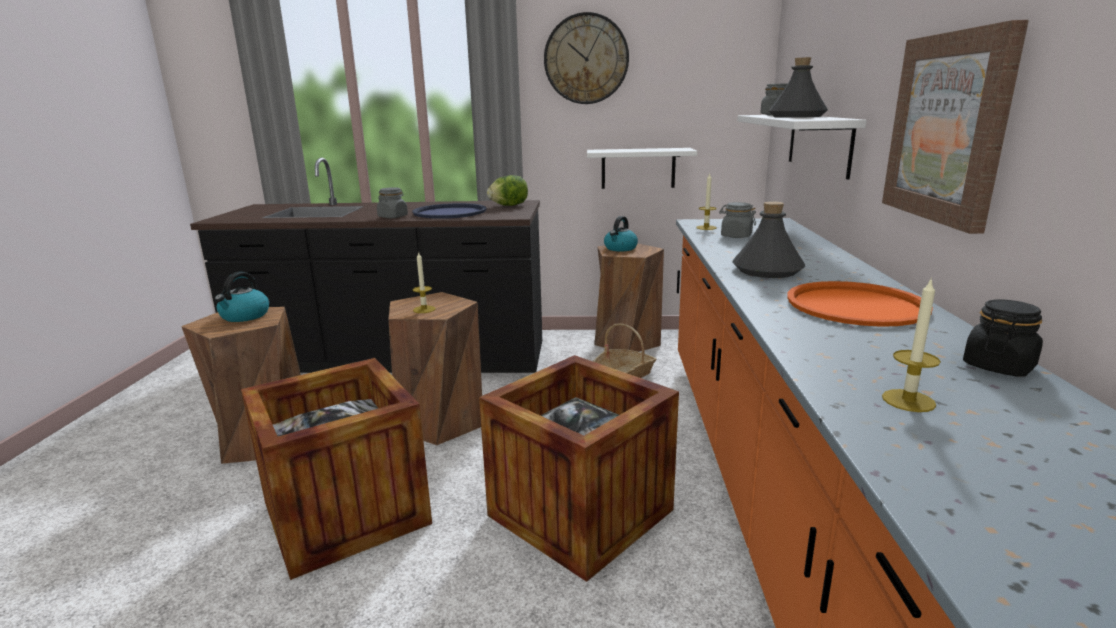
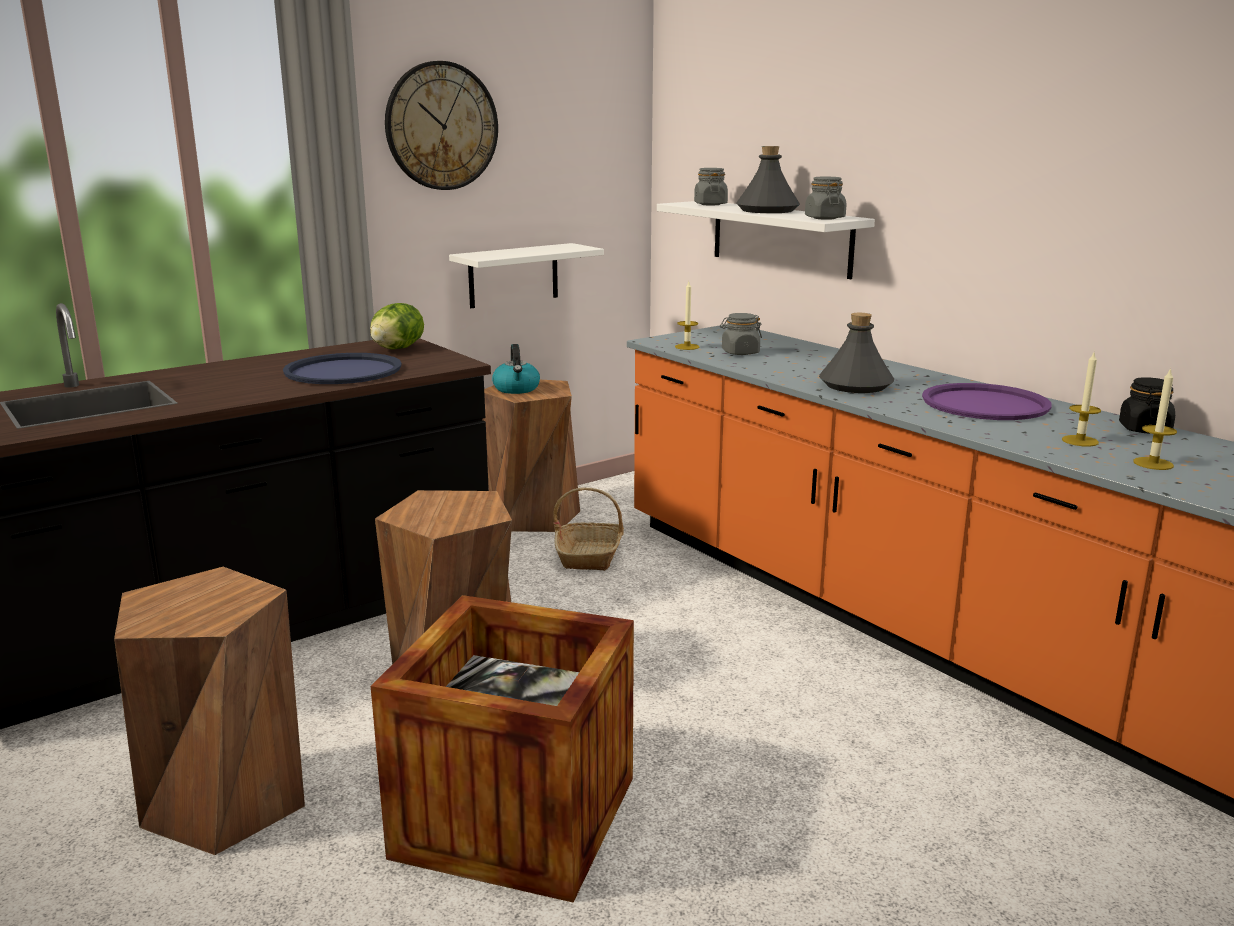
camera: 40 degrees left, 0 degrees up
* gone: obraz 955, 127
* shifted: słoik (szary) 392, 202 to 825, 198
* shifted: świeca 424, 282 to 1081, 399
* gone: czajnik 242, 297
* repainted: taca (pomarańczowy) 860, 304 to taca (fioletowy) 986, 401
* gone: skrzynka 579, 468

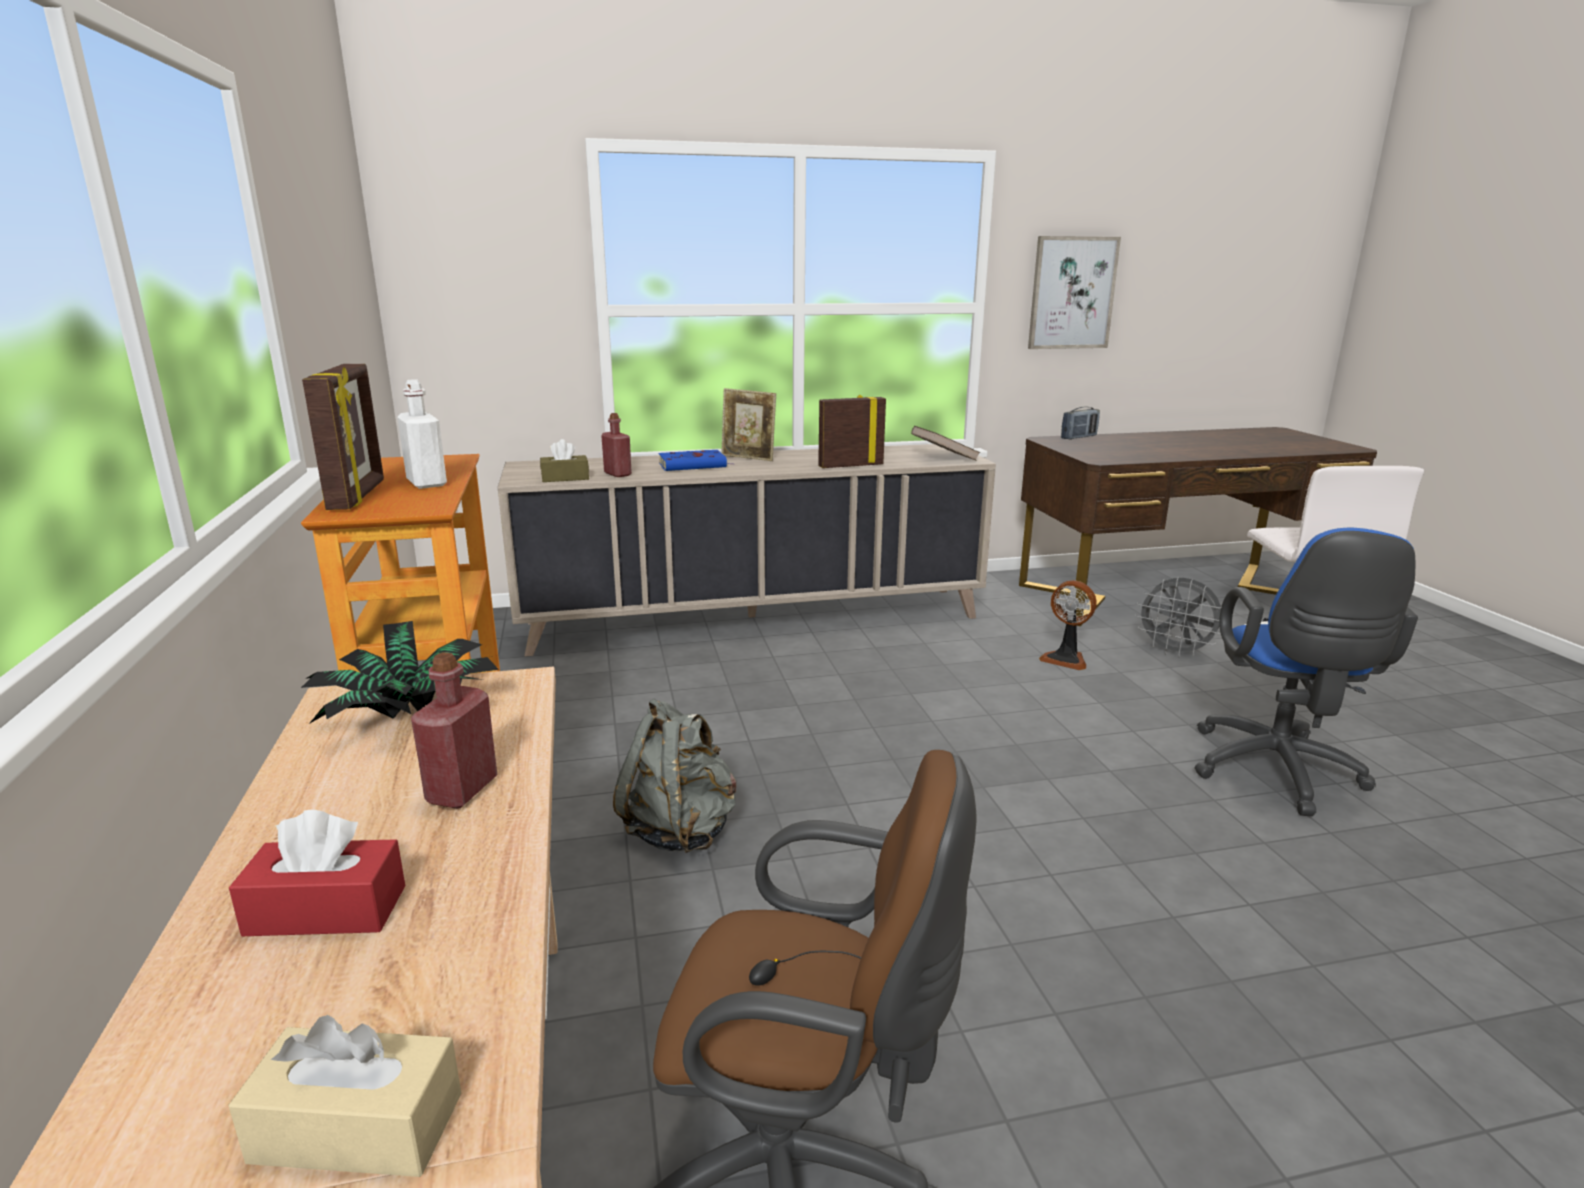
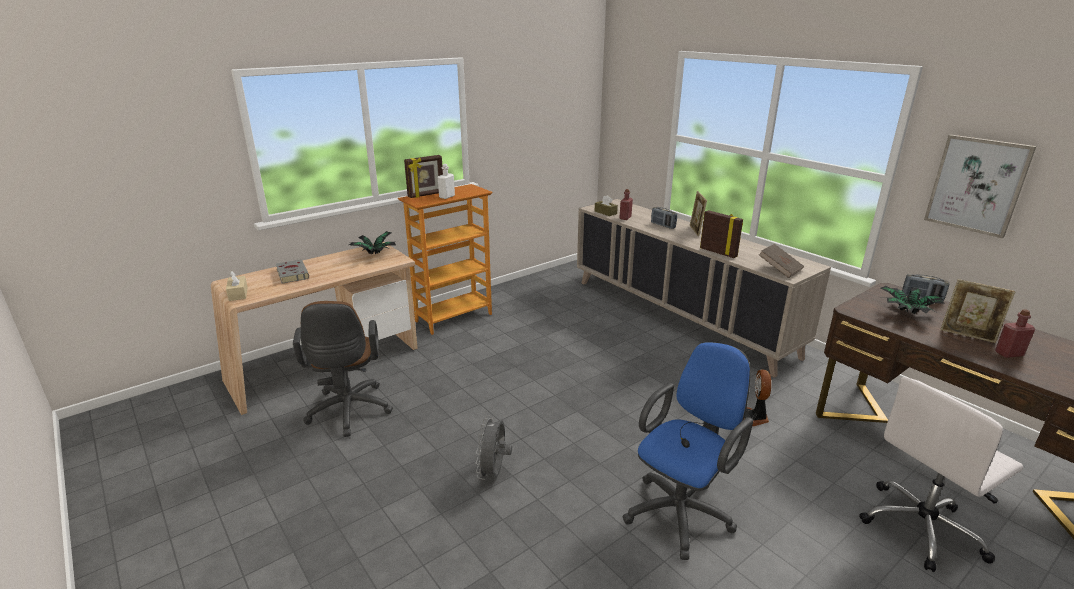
camera: 65 degrees right, 5 degrees up
* swapped: książka (niebieski) 696, 460 to radio 664, 218
* rotated: krzesło biurowe (niebieski) 1306, 672 = 688, 451 150 degrees clockwise
* shifted: wentylator (szary) 1178, 617 to 494, 447
* shifted: butelka (czerwony) 454, 730 to 1015, 333
* gone: plecak (szary) 674, 775
* swapped: pudełko chusteczek (czerwony) 317, 873 to książka (szary) 292, 271
* new: ramka na zdjęcie 978, 311
* new: roślina doniczkowa 912, 300

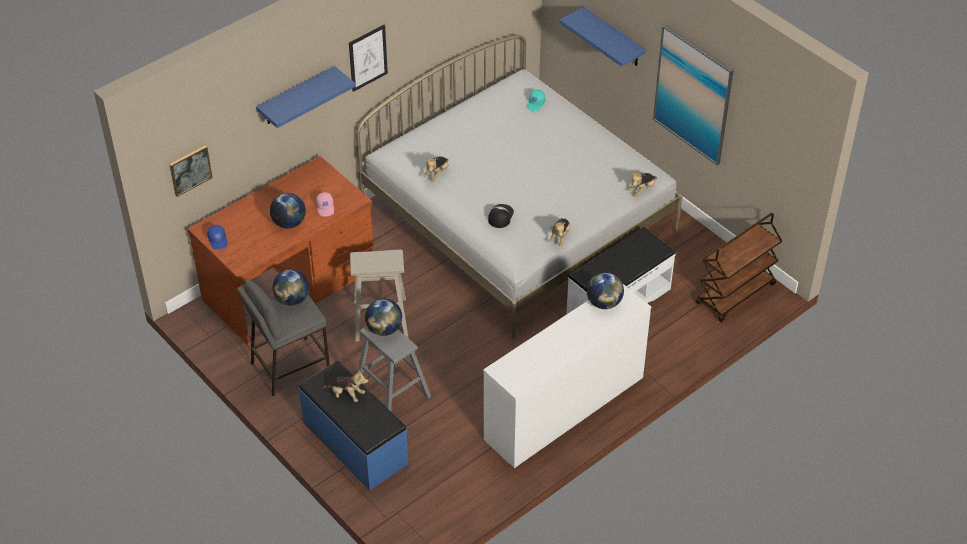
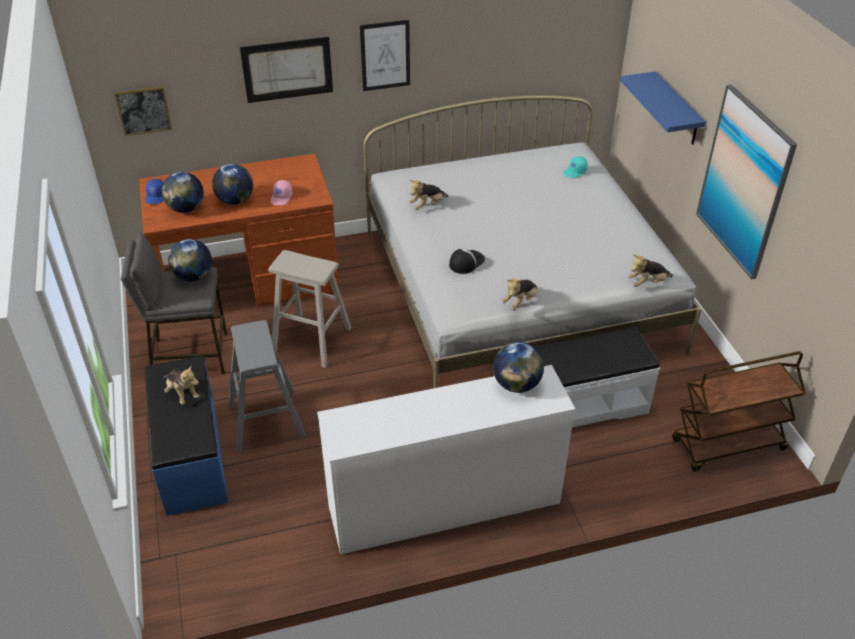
camera: 25 degrees right, 5 degrees down
* swapped: półka (niebieski) 306, 97 to obraz 286, 70
* shifted: globus 383, 317 to 183, 192

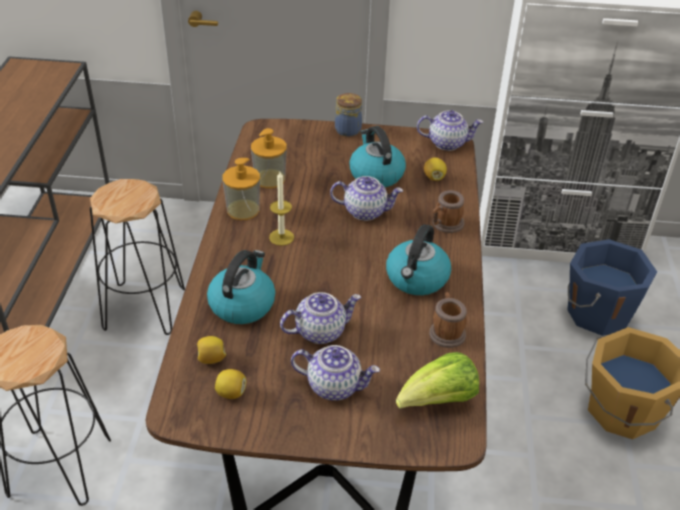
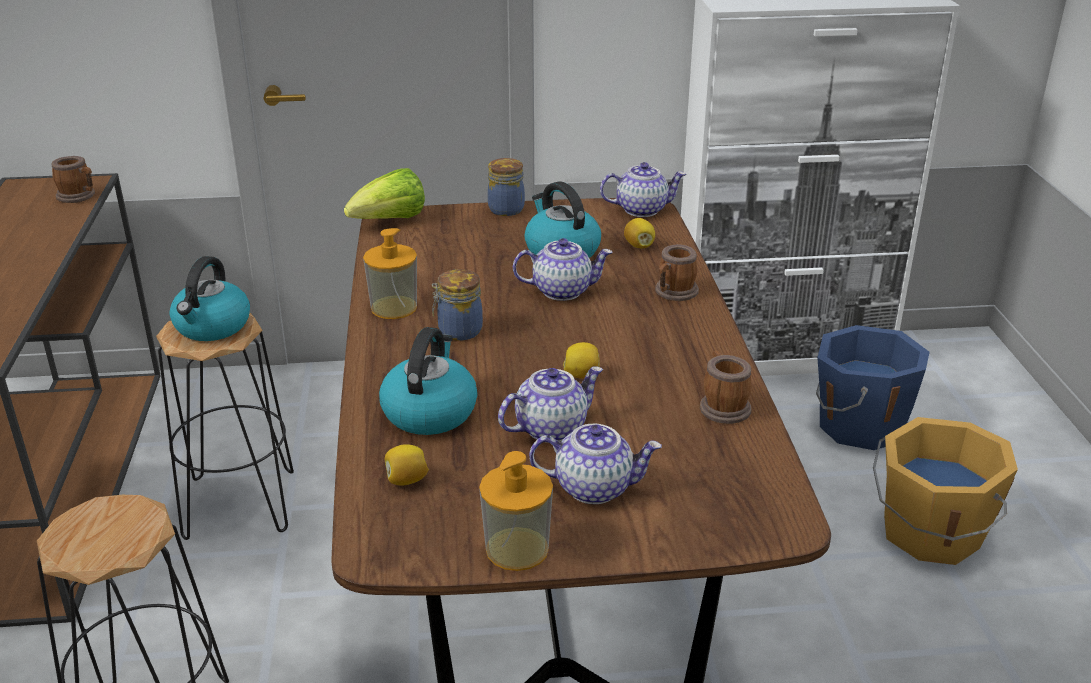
camera: 10 degrees left, 10 degrees down
* shifted: dozownik mydła 269, 158 to 516, 511
* swapped: świeca 281, 209 to słoik 457, 305
* shifted: czajnik 418, 259 to 209, 298
* shifted: sałata 437, 380 to 384, 193
* shifted: cytryna 230, 384 to 581, 360
* new: kubek 73, 179

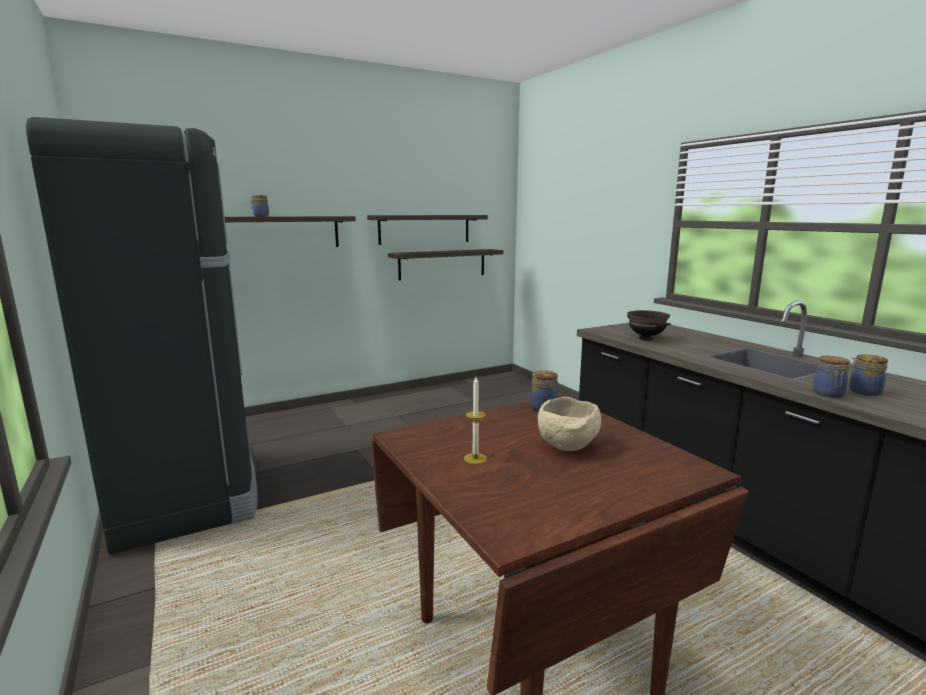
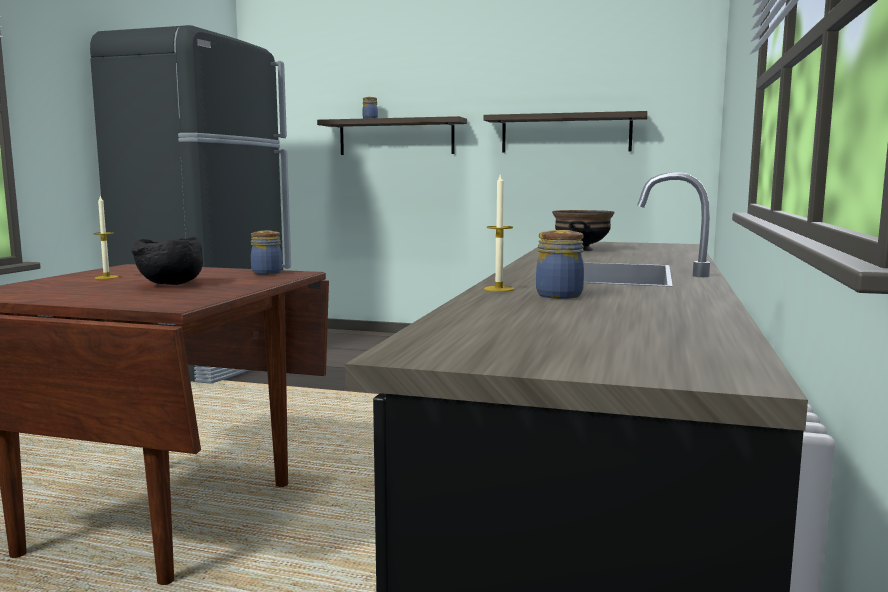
camera: 45 degrees right, 5 degrees down
* gone: półka 445, 265
* swapped: słoik 831, 377 to świeca 499, 232
* repainted: miska (beżowy) 569, 424 to miska (czarny) 167, 261

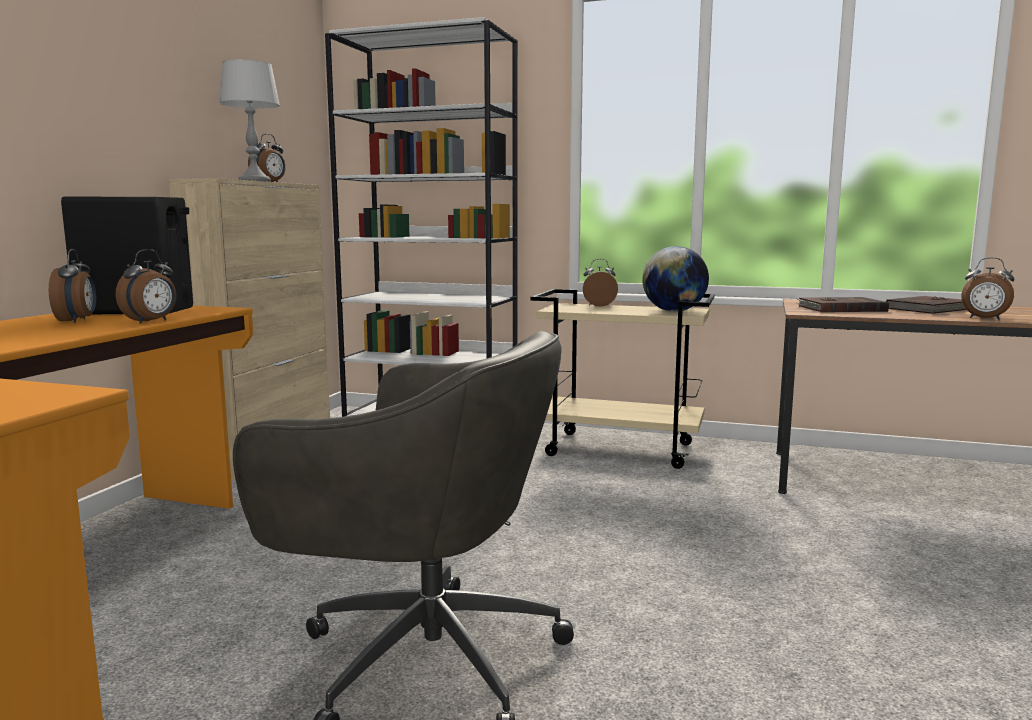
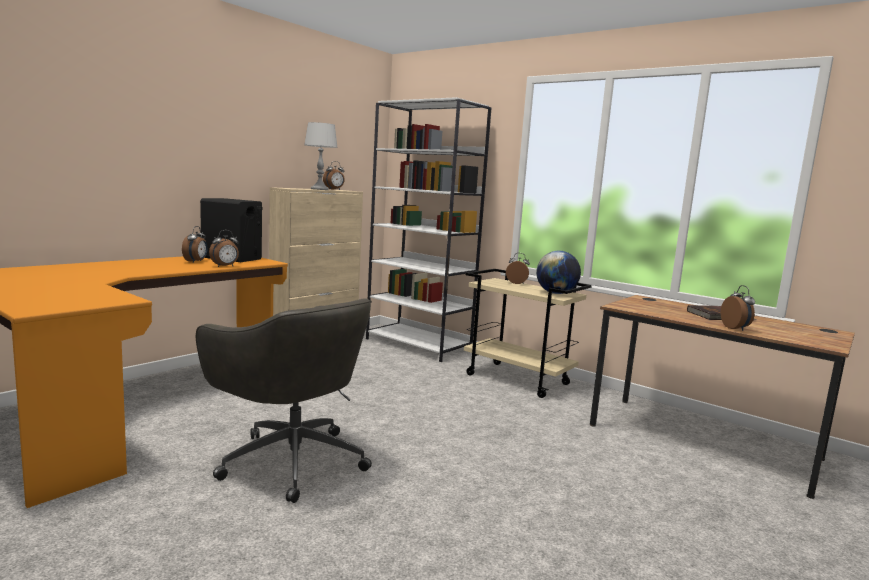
camera: 20 degrees right, 0 degrees up
* rotated: budzik 988, 288 = 737, 308 150 degrees counterclockwise
* gone: książka (brązowy) 843, 304

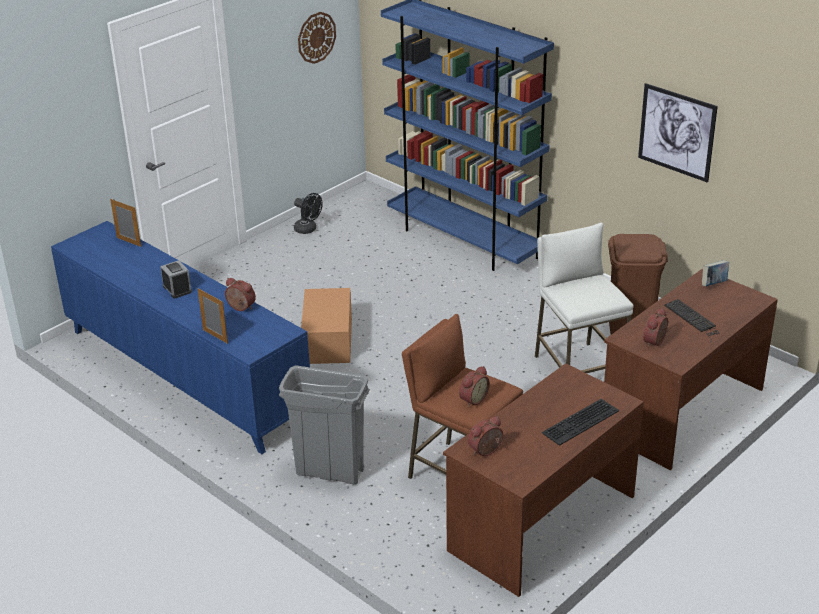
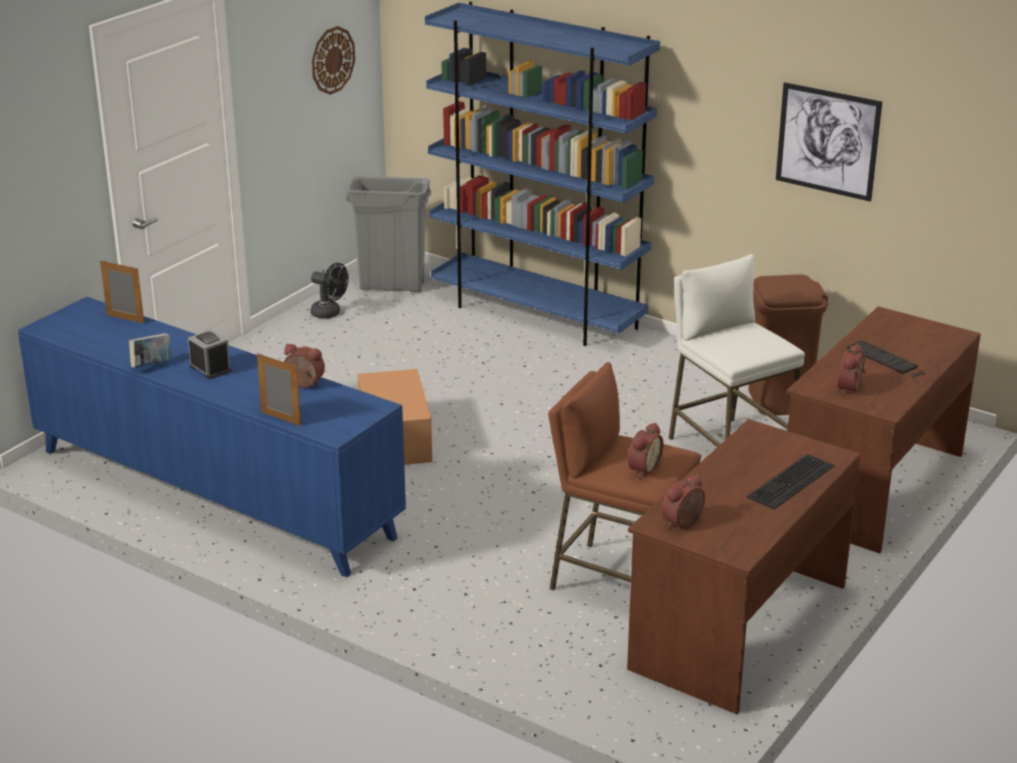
camera: 10 degrees left, 5 degrees down
* shifted: książka 715, 273 to 150, 350
* shifted: kosz na śmieci (szary) 324, 425 to 389, 234

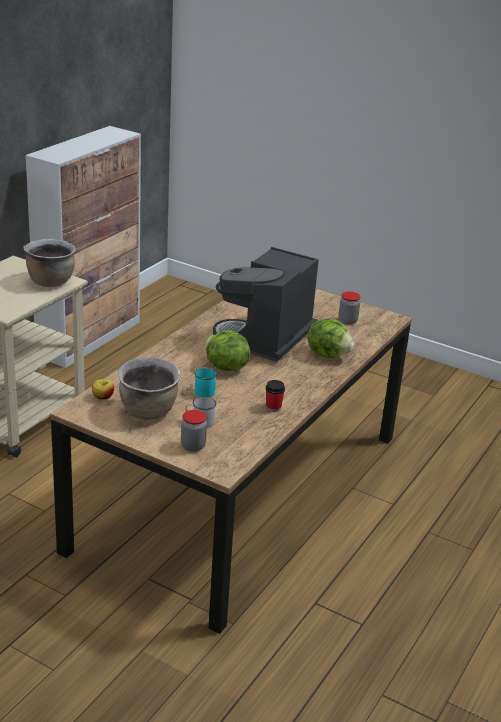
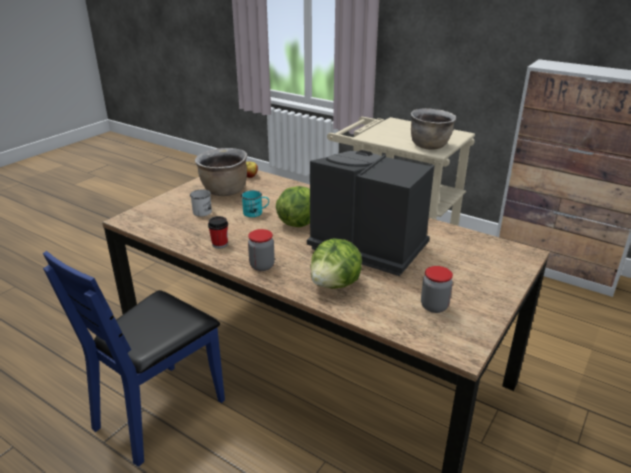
camera: 95 degrees right, 0 degrees up
* shifted: słoik 194, 431 to 261, 250
* new: krzesło (niebieski) 134, 358

